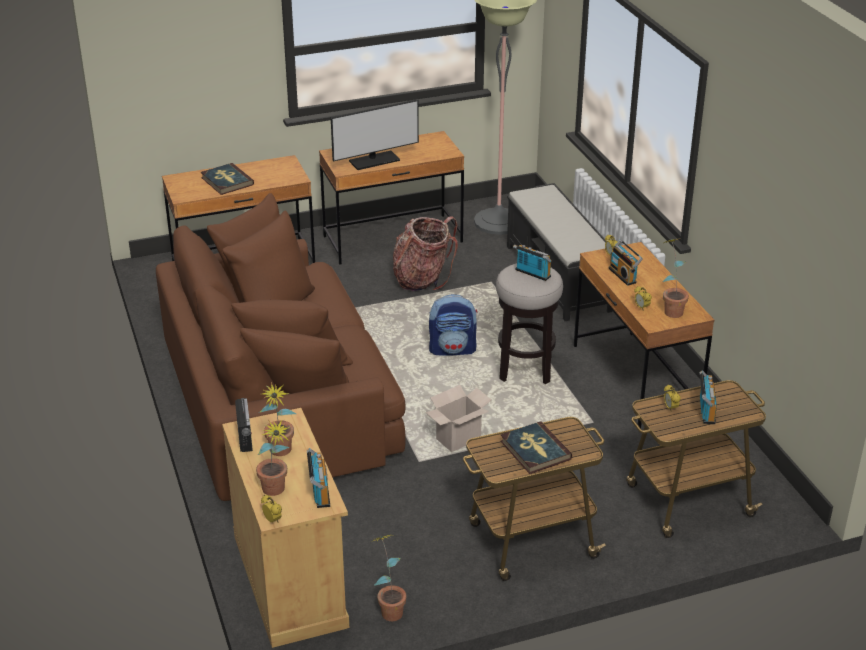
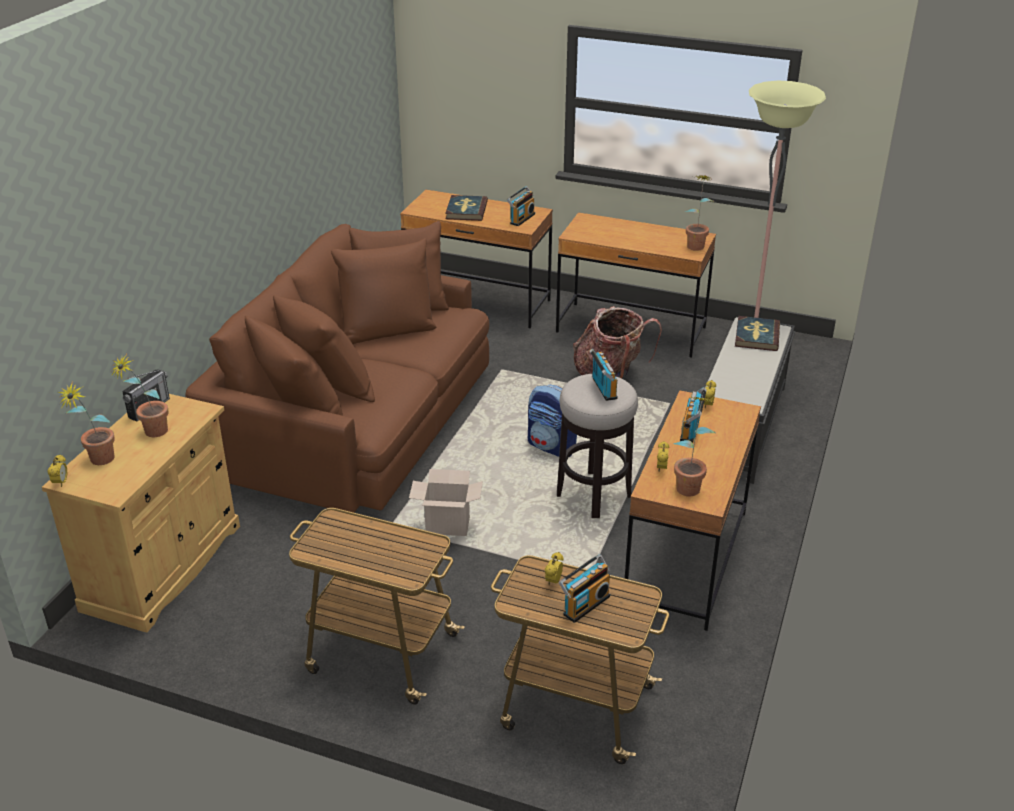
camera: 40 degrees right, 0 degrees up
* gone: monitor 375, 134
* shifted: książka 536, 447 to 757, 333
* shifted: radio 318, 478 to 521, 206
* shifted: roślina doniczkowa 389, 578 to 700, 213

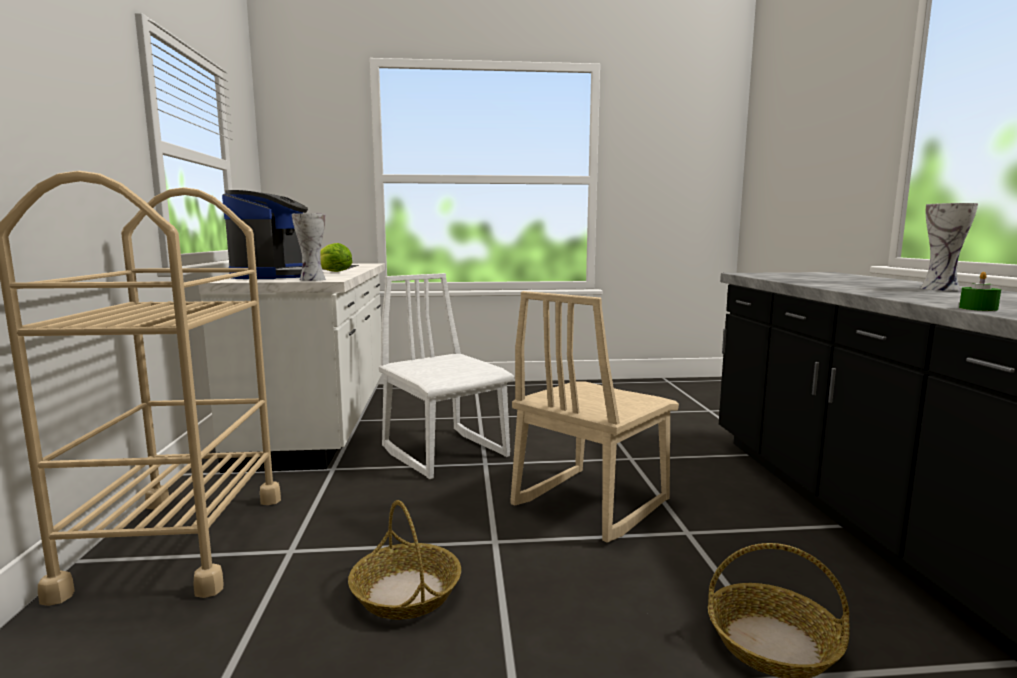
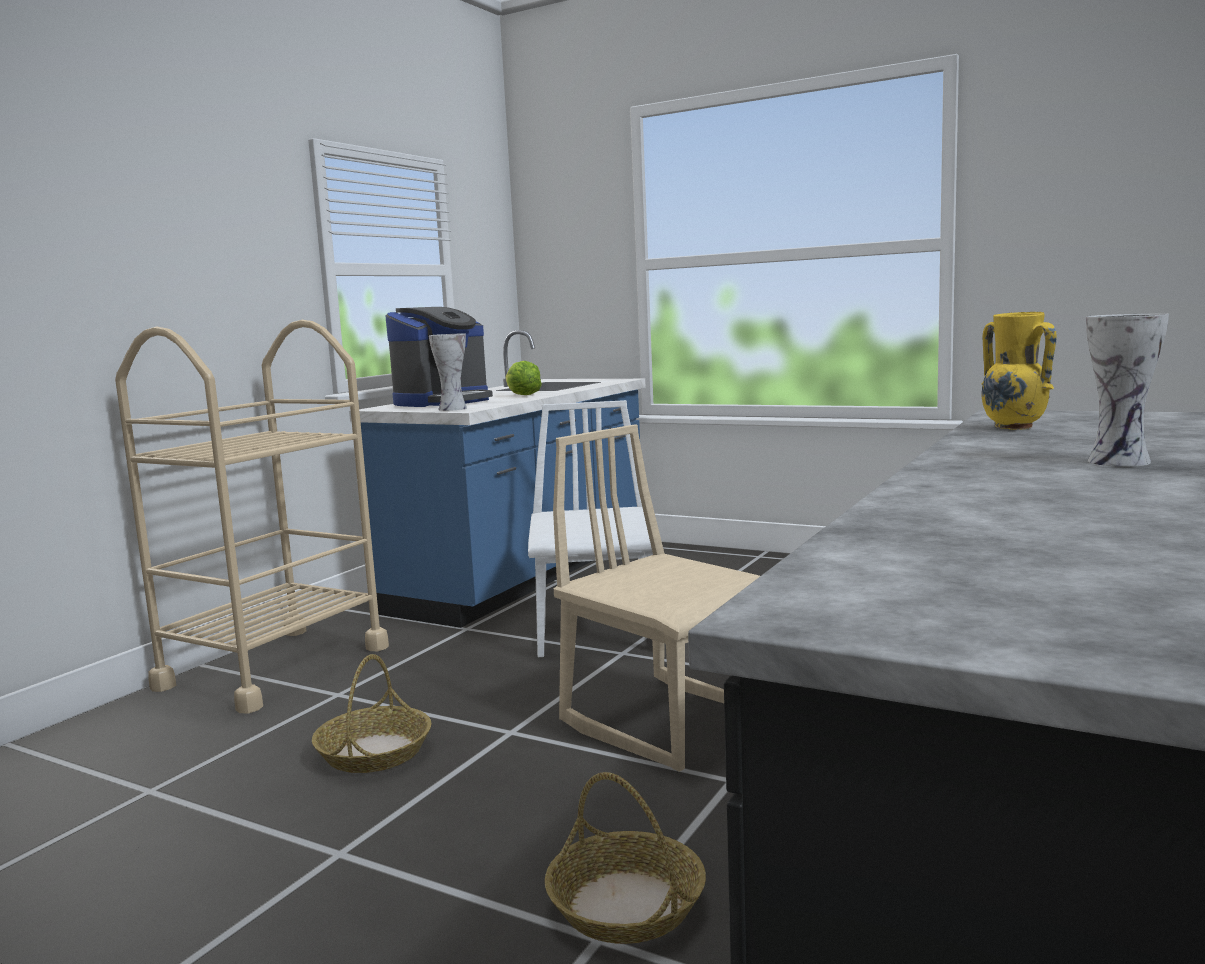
camera: 35 degrees right, 0 degrees up
* repainted: zabudowa kuchenna (biały) 292, 368 to zabudowa kuchenna (niebieski) 497, 479
* gone: świeca (zielony) 980, 291
* rotated: krzesło (beżowy) 594, 417 = 656, 598 60 degrees clockwise
* new: wazon (żółty) 1019, 371

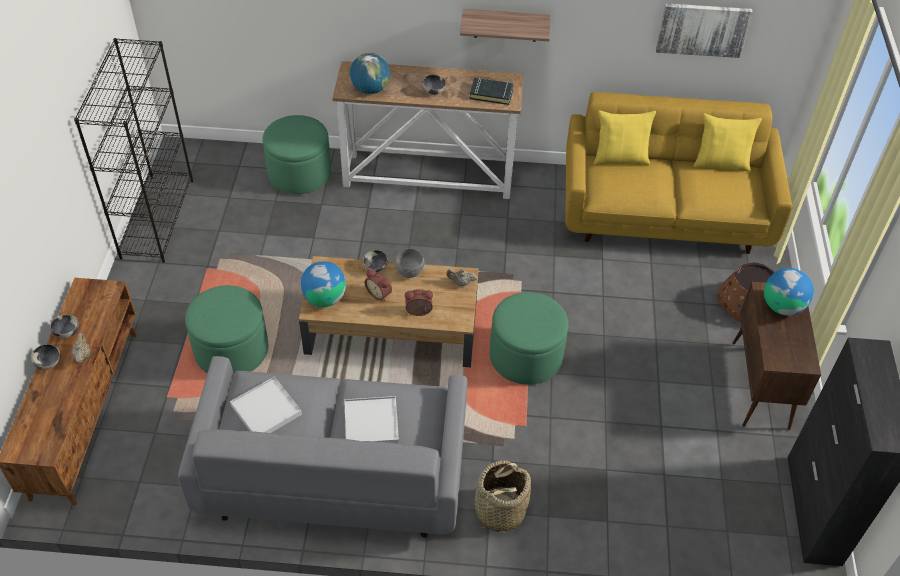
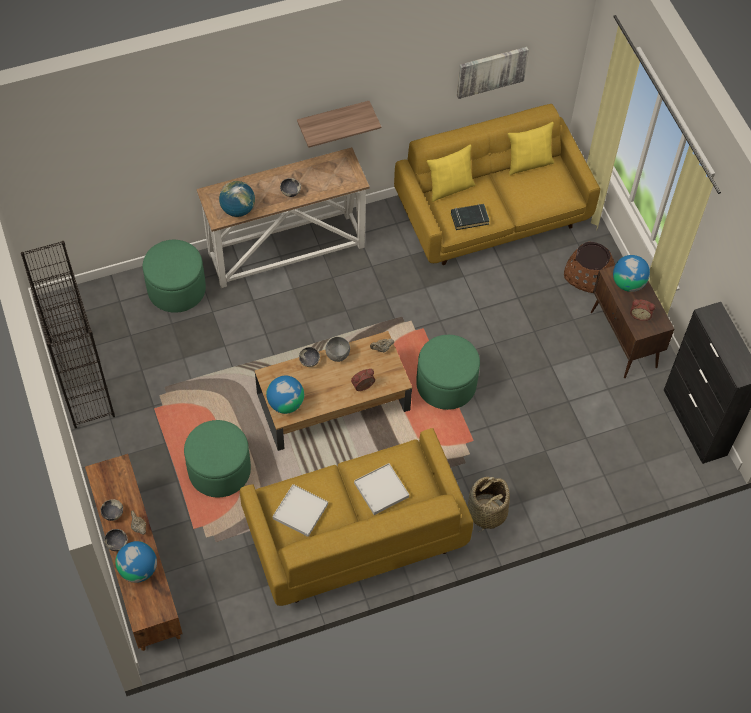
camera: 25 degrees left, 10 degrees up
* shifted: książka (czarny) 491, 91 to 470, 217
* shifted: budzik 378, 285 to 642, 310
* repainted: kanapa (szary) 322, 447 to kanapa (żółty) 356, 517
* new: globus 136, 562

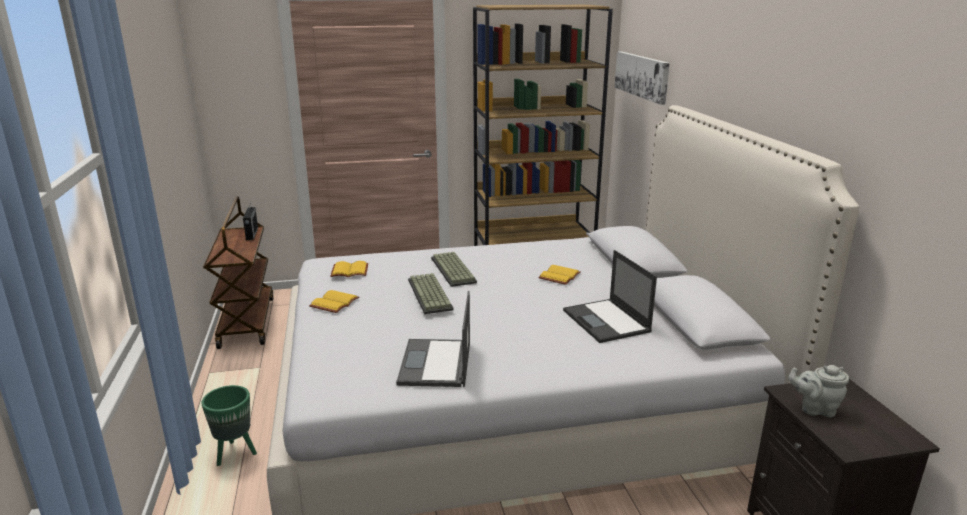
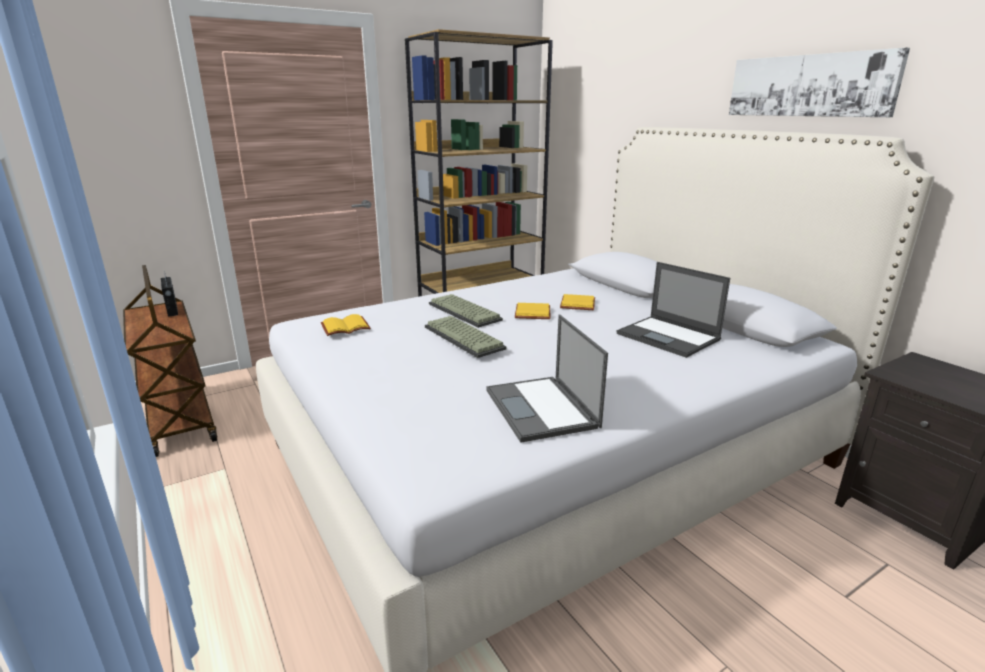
camera: 20 degrees left, 0 degrees up
* shifted: obraz 642, 78 to 819, 82
* shifted: książka (żółty) 334, 301 to 532, 311
* gone: imbryk (szary) 819, 391
* gone: donica (zielony) 229, 425

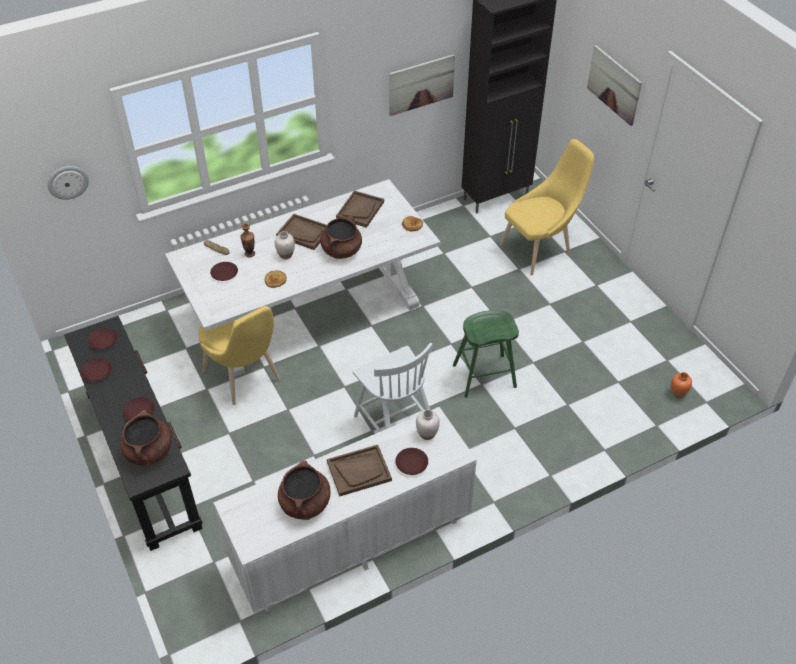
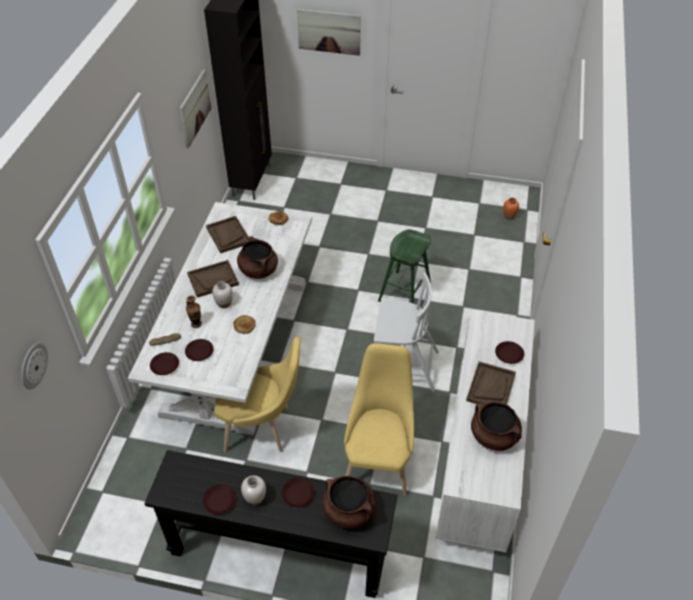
camera: 50 degrees left, 0 degrees up
* shifted: krzesło (żółty) 547, 207 to 379, 419
* shifted: talerz (brązowy) 102, 338 to 164, 363
* shifted: wazon (biały) 428, 425 to 253, 490

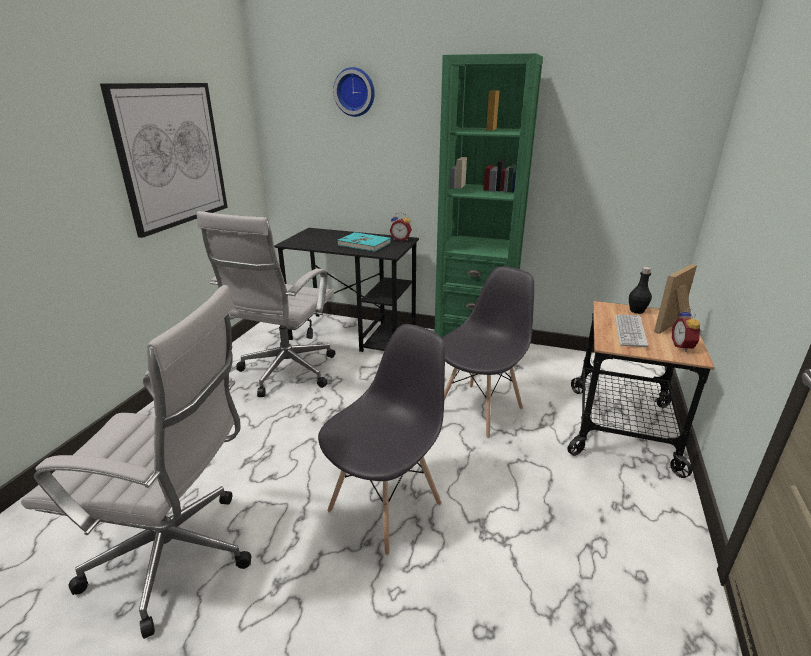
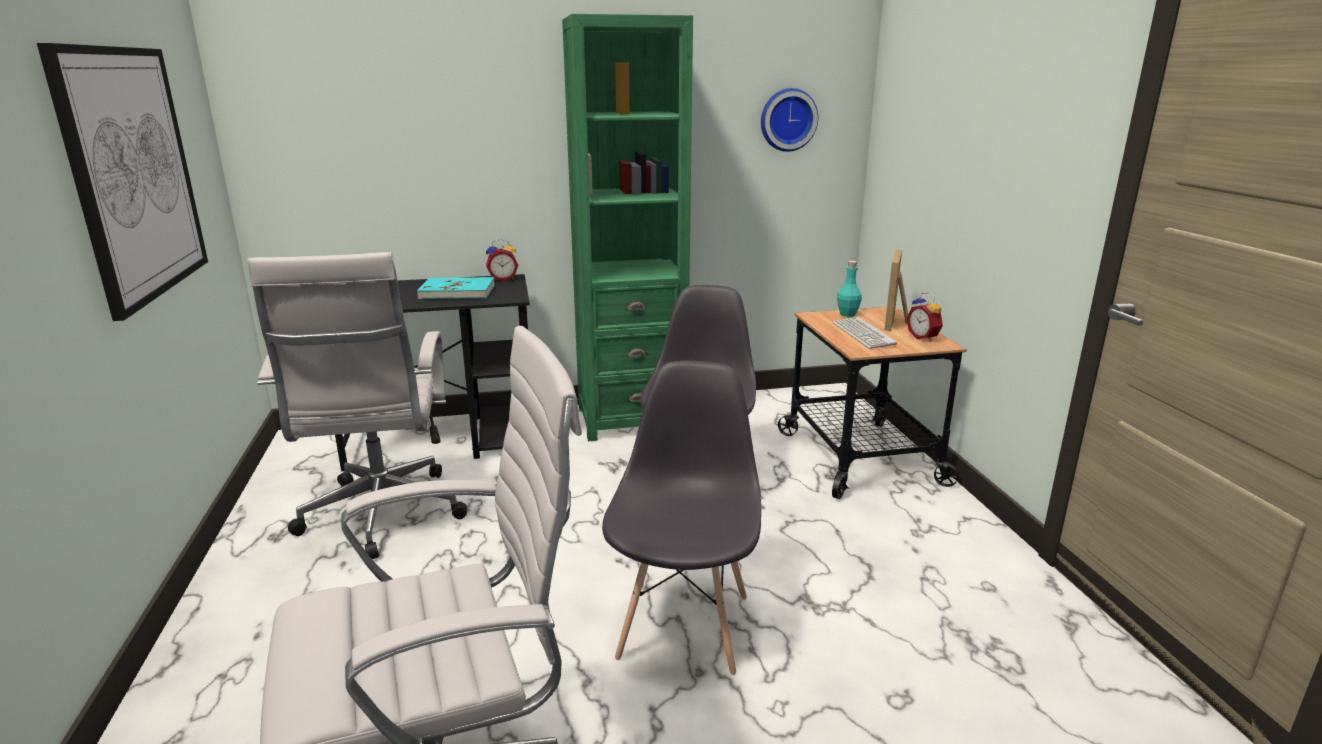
camera: 30 degrees left, 5 degrees down
* shifted: zegar ścienny 354, 92 to 789, 120
* repainted: butelka (czarny) 640, 290 to butelka (turkusowy) 849, 289

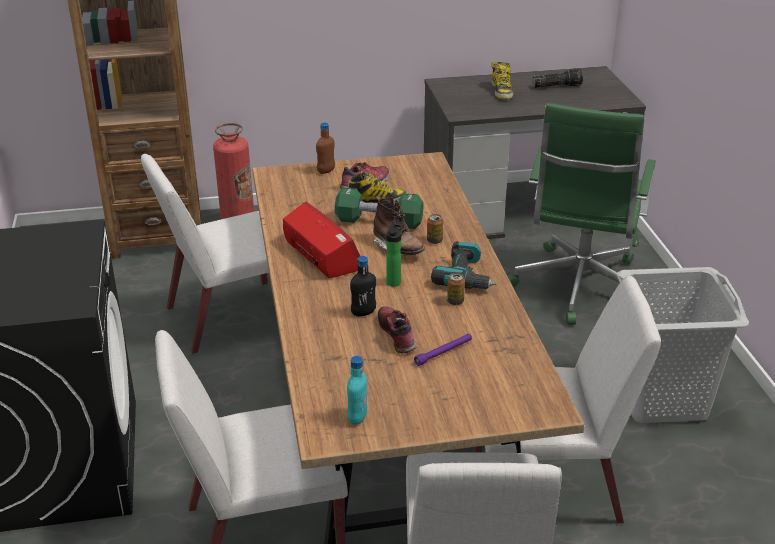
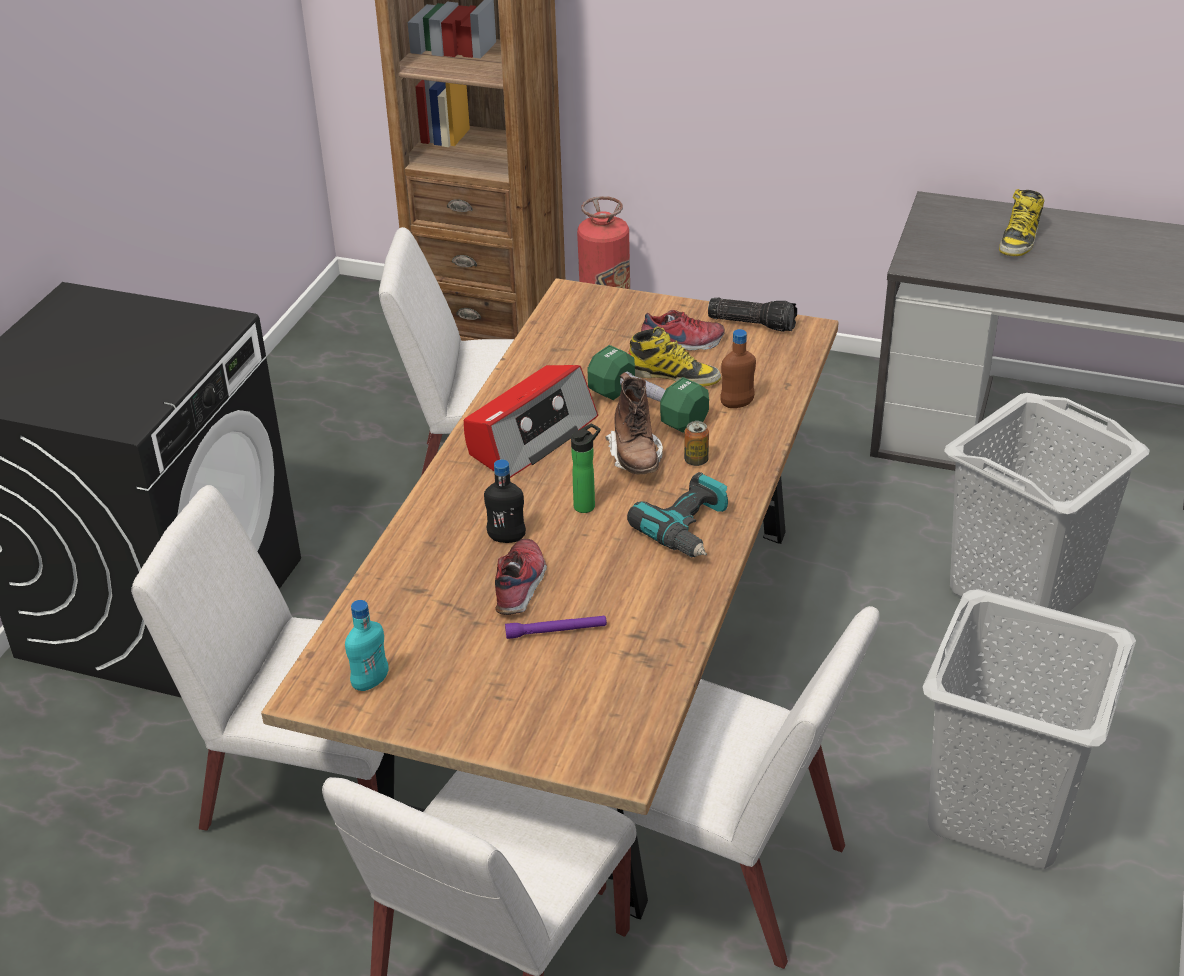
camera: 30 degrees right, 5 degrees up
* shifted: latarka 557, 78 to 752, 315
* swapped: krzesło biurowe (zielony) 581, 214 to kosz na pranie (szary) 1047, 514
* shifted: butelka (brązowy) 325, 148 to 738, 368
* rotated: radio 321, 240 = 531, 421 45 degrees clockwise
* gone: puszka 456, 289

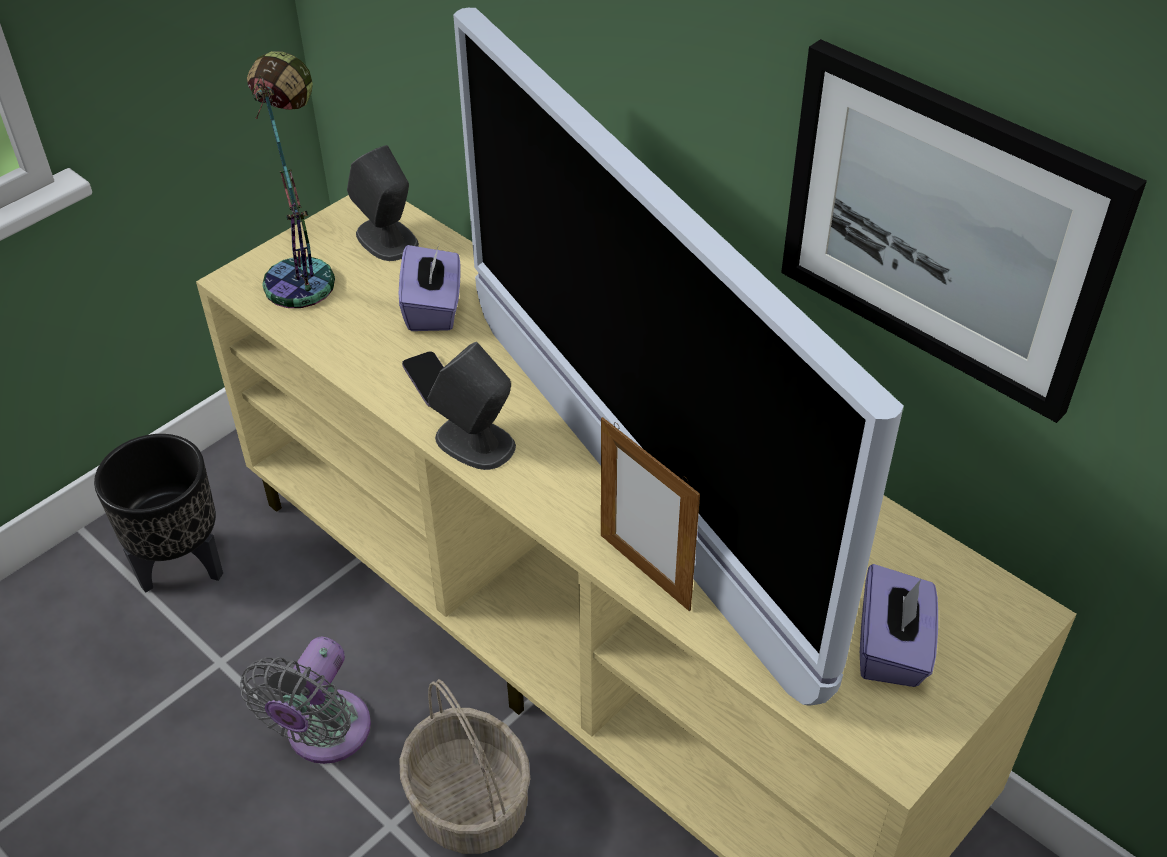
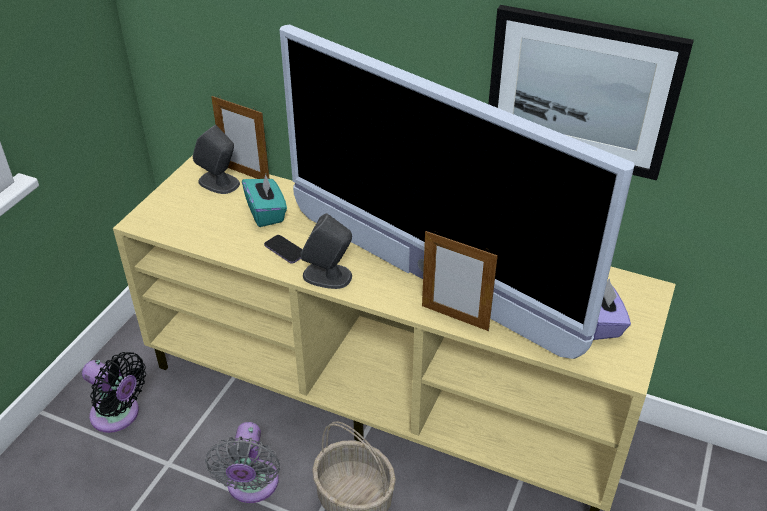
camera: 20 degrees left, 5 degrees down
* gone: lampa stołowa 291, 179
* repainted: pudełko chusteczek (fioletowy) 430, 288 to pudełko chusteczek (turkusowy) 264, 200
* swapped: donica (czarny) 158, 513 to wentylator (czarny) 114, 392
* new: ramka na zdjęcie 240, 137

